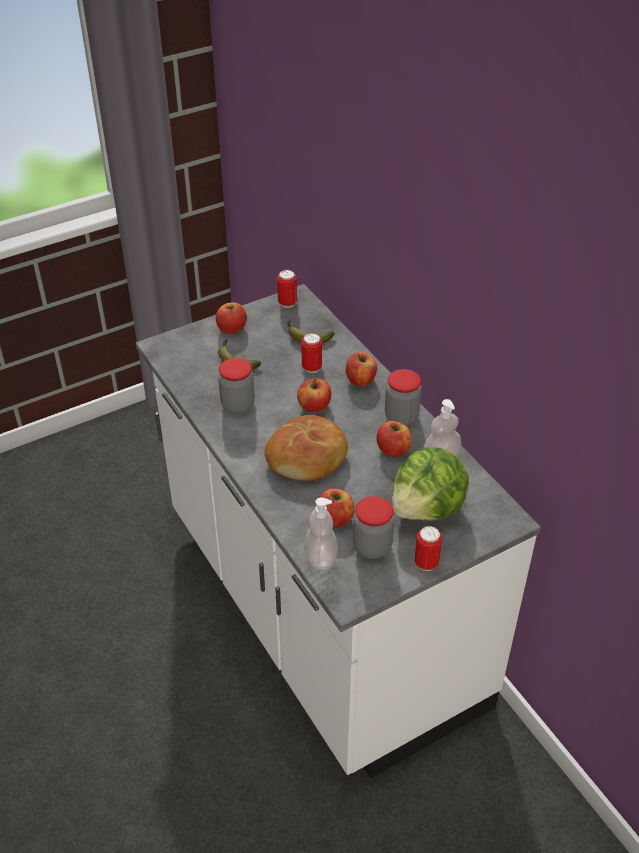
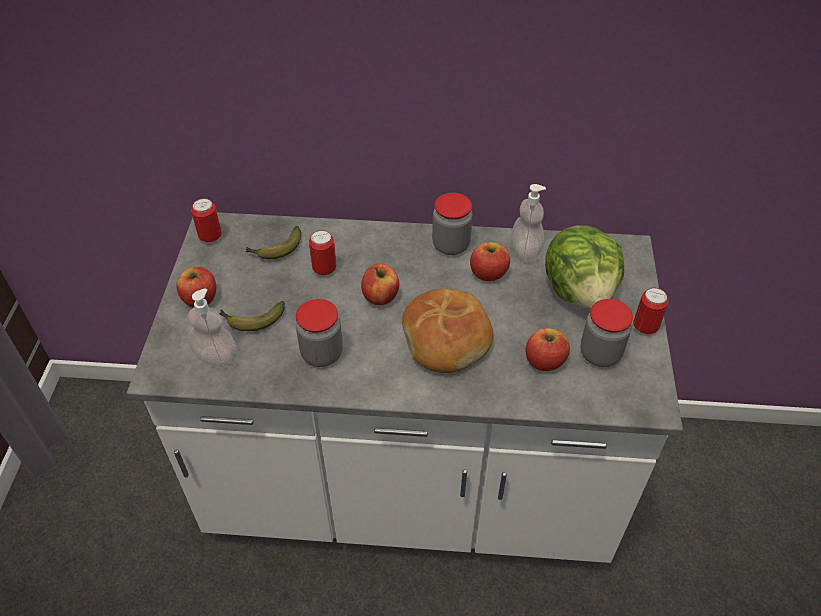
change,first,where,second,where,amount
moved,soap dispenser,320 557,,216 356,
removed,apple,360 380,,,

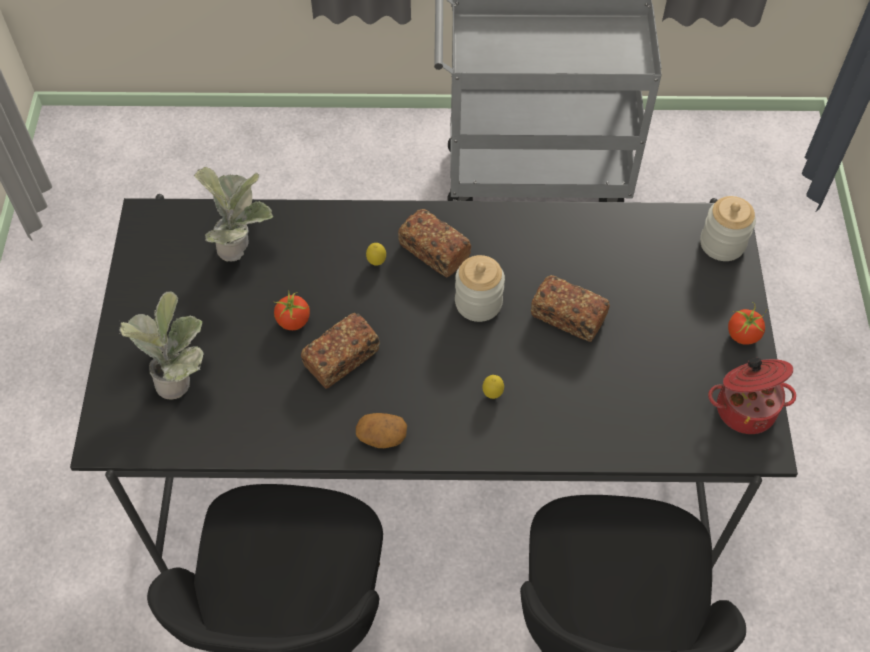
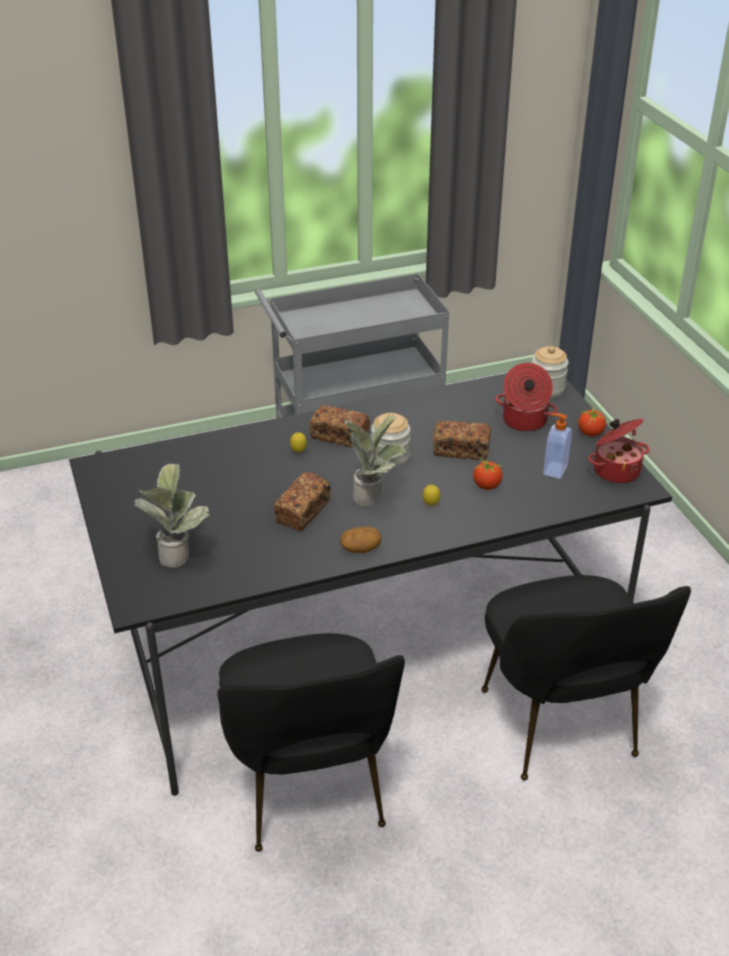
change,first,where,second,where,amount
moved,potted plant,242 248,,373 495,
moved,tomato,293 321,,487 485,
added,,,cooking pot,524 421,
added,,,soap dispenser,554 470,

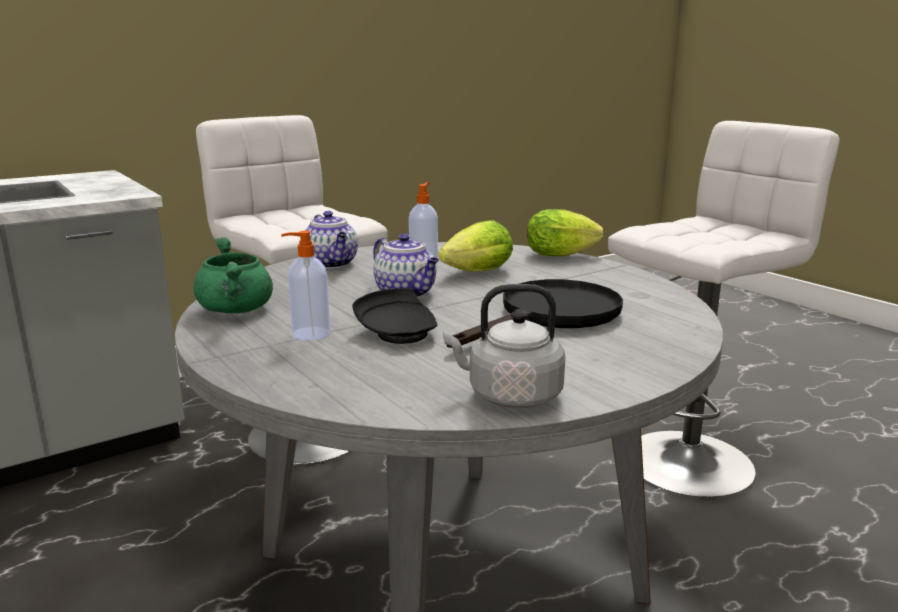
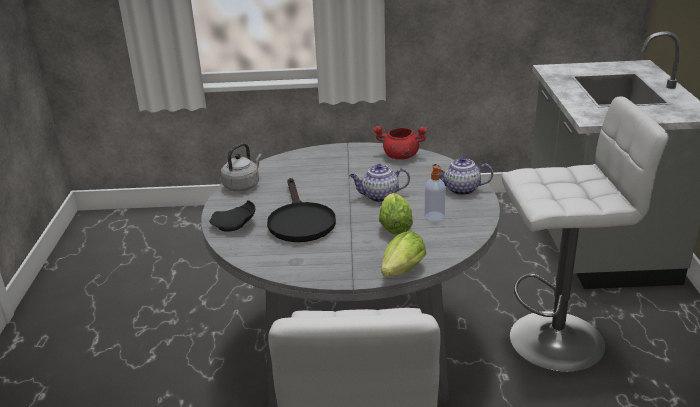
change,first,where,second,where,amount
recoloured,cooking pot (green),237 310,cooking pot (red),400 156,
removed,soap dispenser,309 334,,,
moved,plate (black),399 332,,235 225,

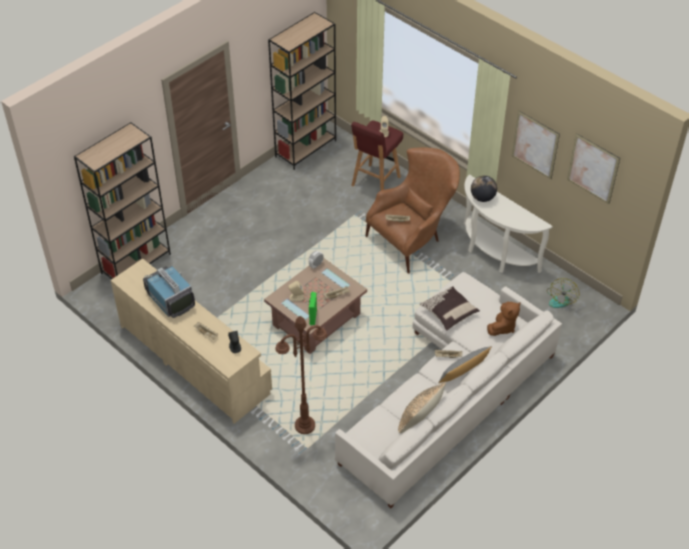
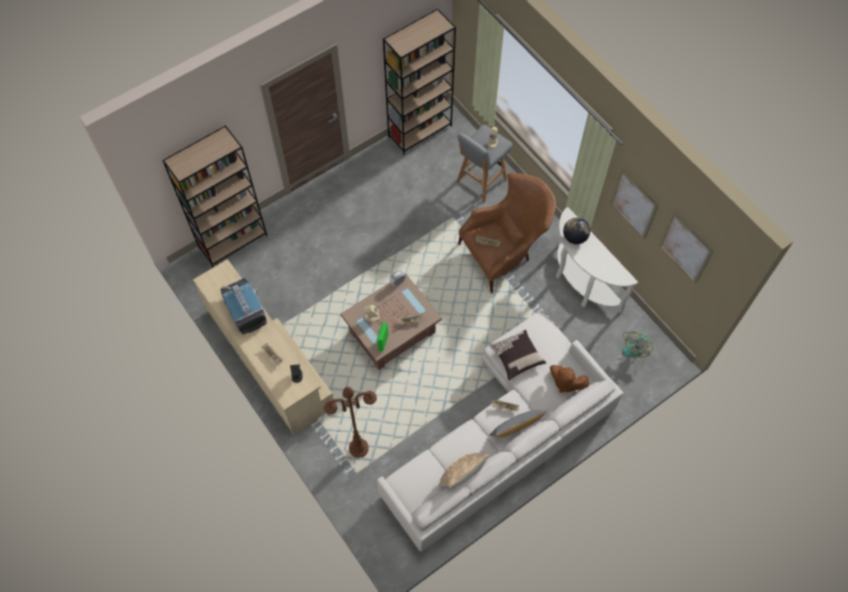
change,first,where,second,where,amount
recoloured,stool (red),375 182,stool (grey),480 181,
turned,plush toy (brown),502 327,,565 382,75 degrees clockwise

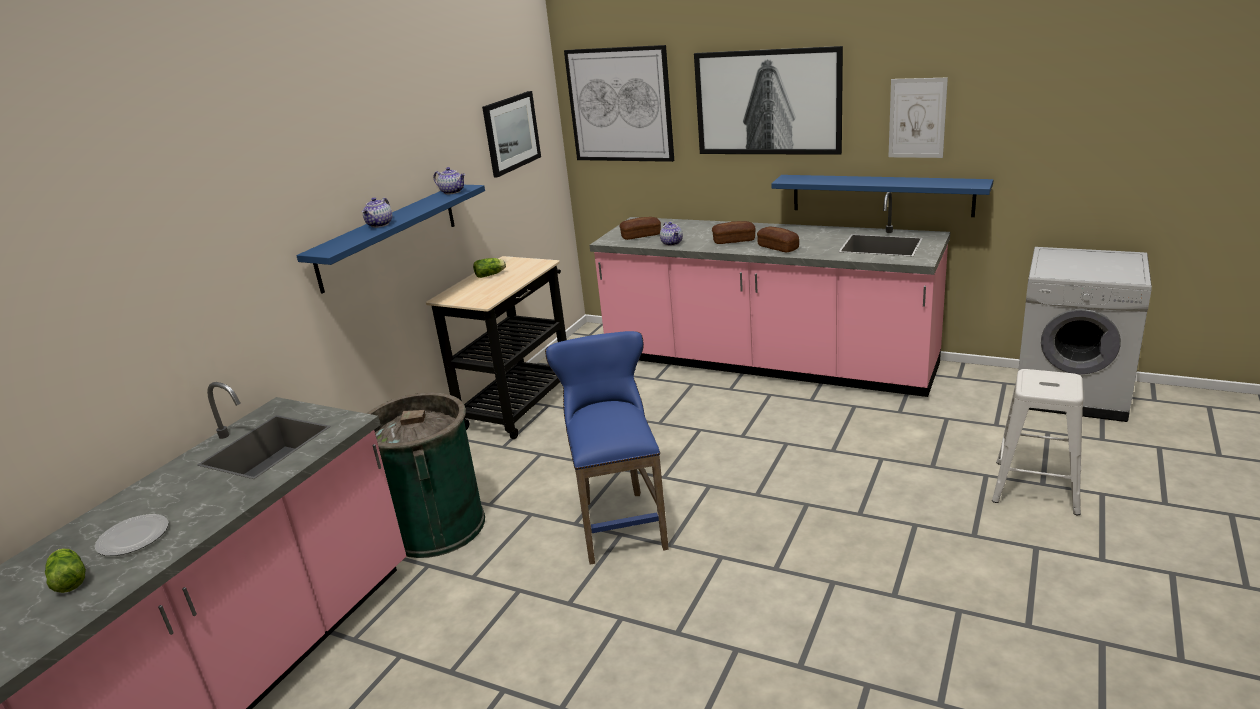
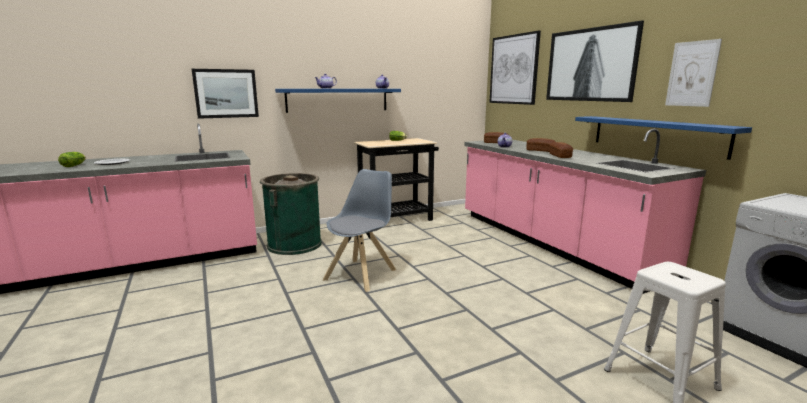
change,first,where,second,where,amount
moved,picture,511 133,,226 93,
replaced,stool (blue),619 521,chair (grey),362 274,

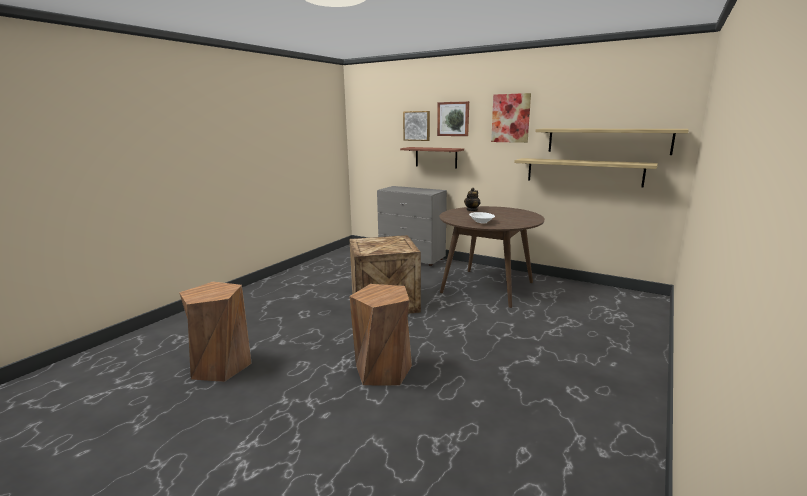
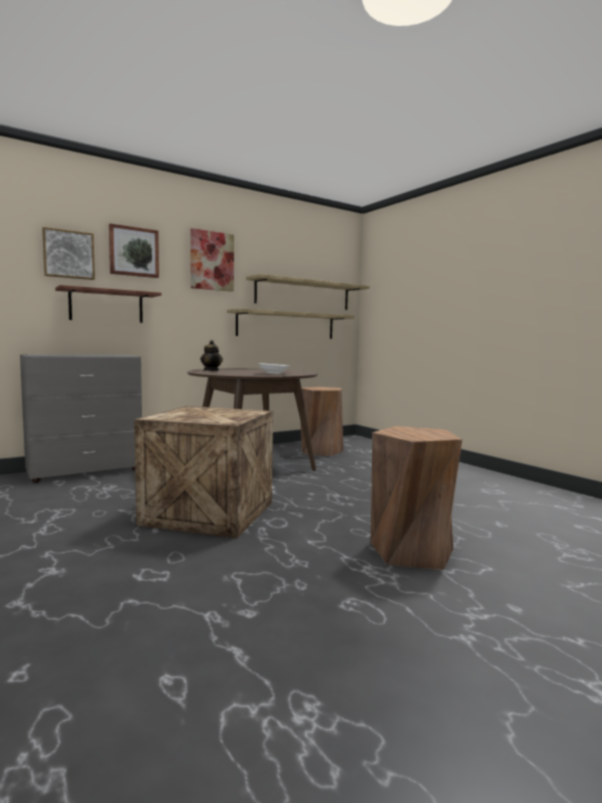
change,first,where,second,where,amount
moved,stool (brown),221 366,,320 451,

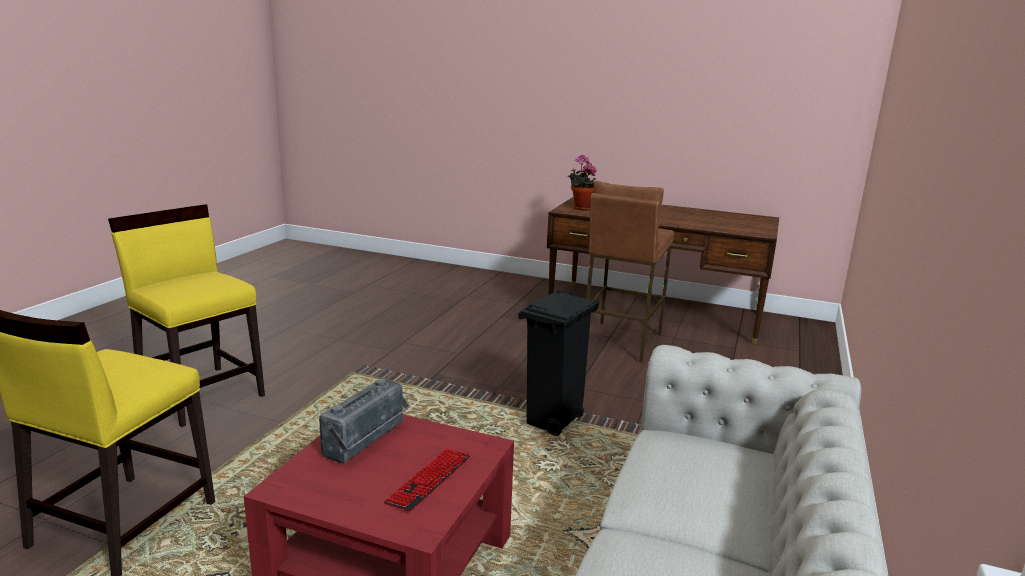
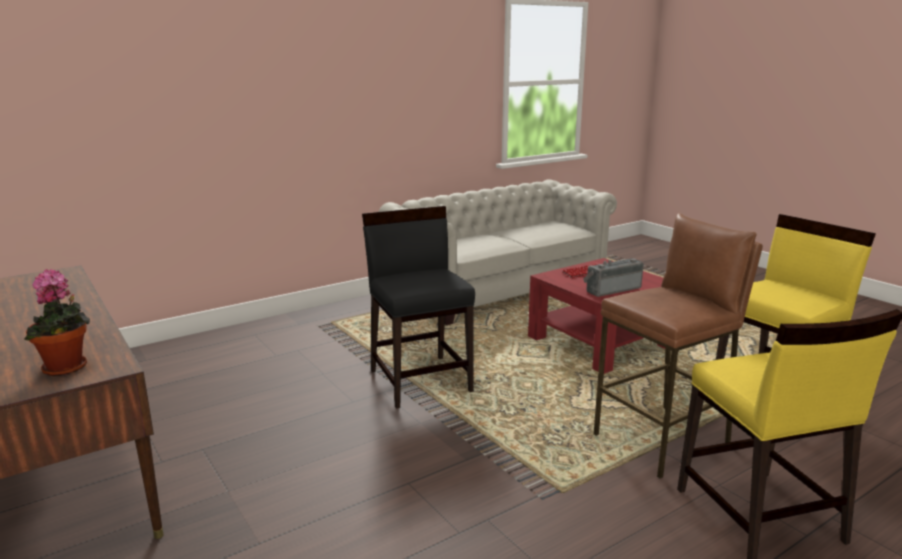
change,first,where,second,where,amount
replaced,trash can (black),552 422,chair (black),420 380,
moved,stool (brown),620 341,,663 439,

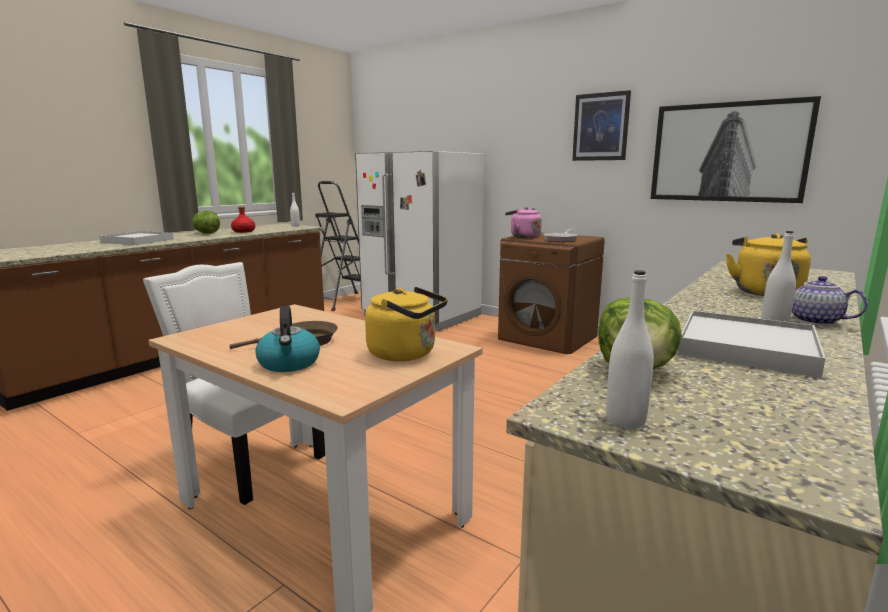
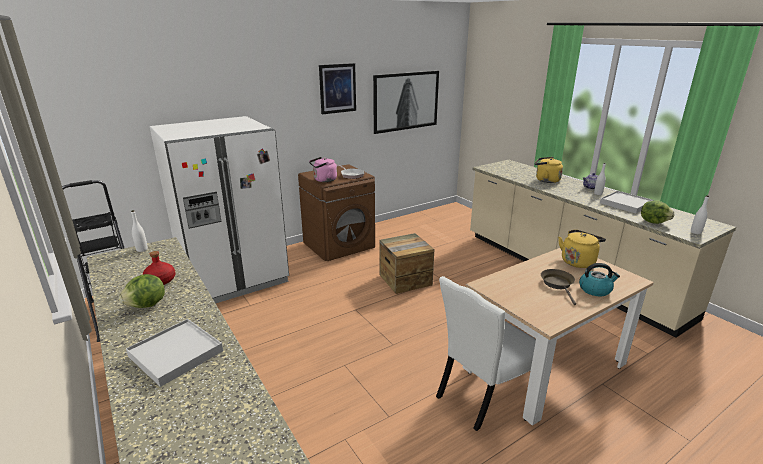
change,first,where,second,where,amount
added,,,crate,405 279,

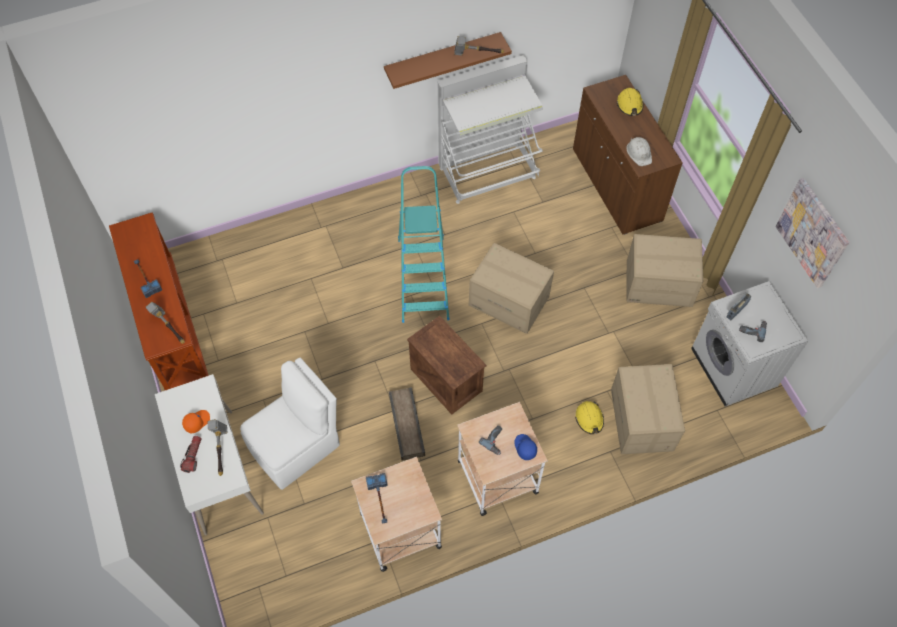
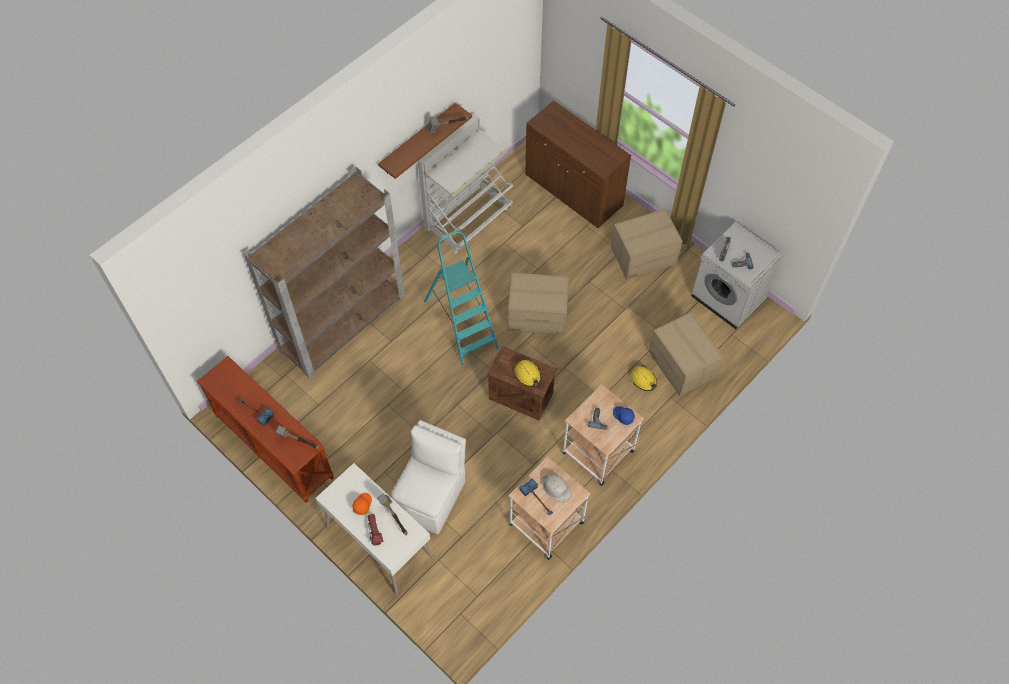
change,first,where,second,where,amount
removed,crate,405 426,,,
moved,hard hat (yellow),629 105,,528 375,
moved,hard hat (white),639 153,,556 488,
removed,picture,812 233,,,
added,,,bookcase (brown),343 323,

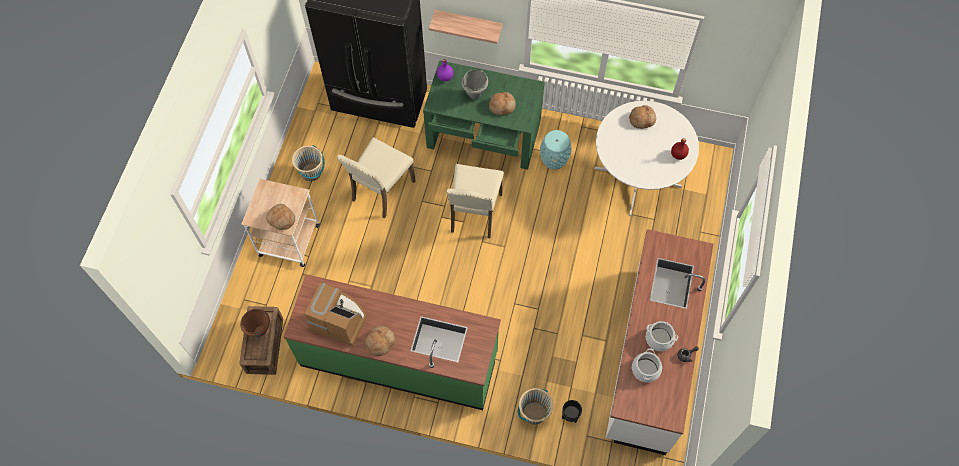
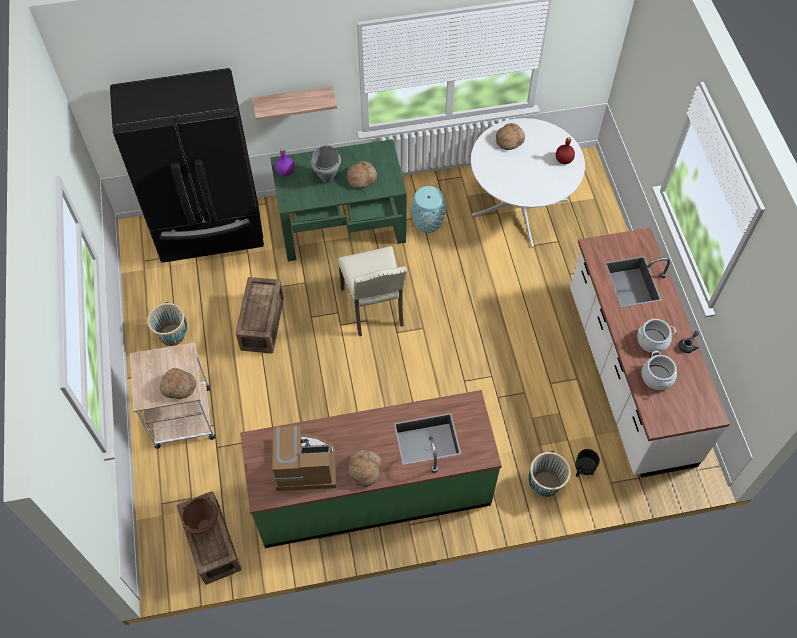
change,first,where,second,where,amount
replaced,chair (beige),381 191,crate,261 324,

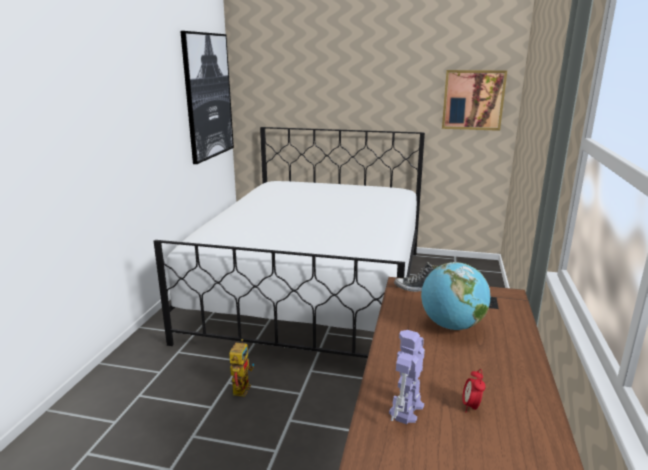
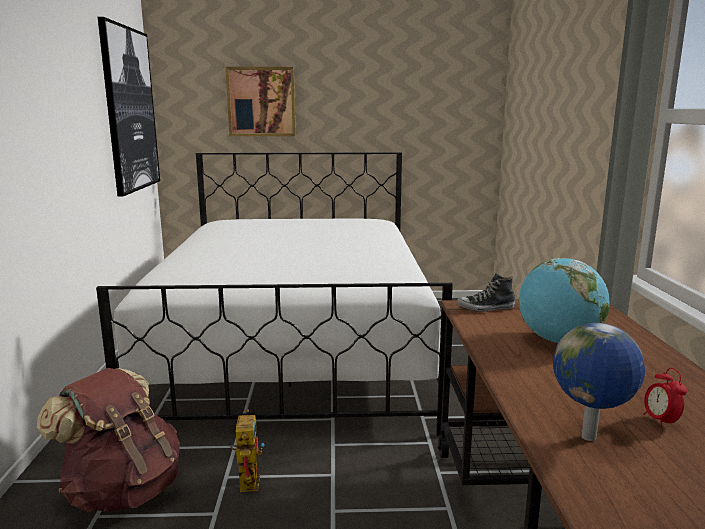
change,first,where,second,where,amount
replaced,toy robot,406 410,globe,590 438,
moved,picture,473 100,,261 102,
added,,,backpack (brown),123 490,

